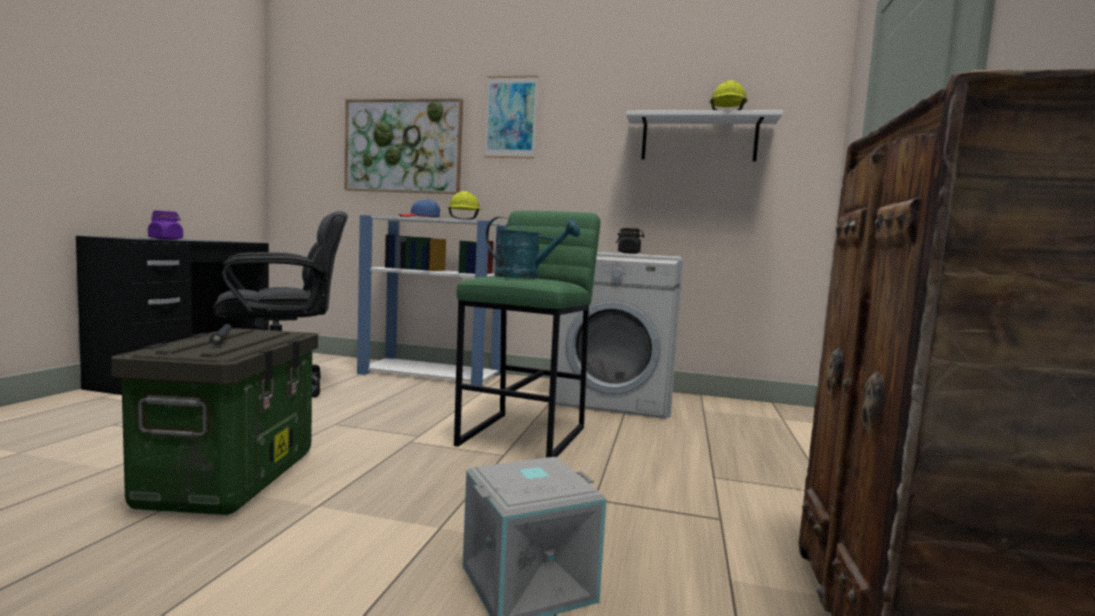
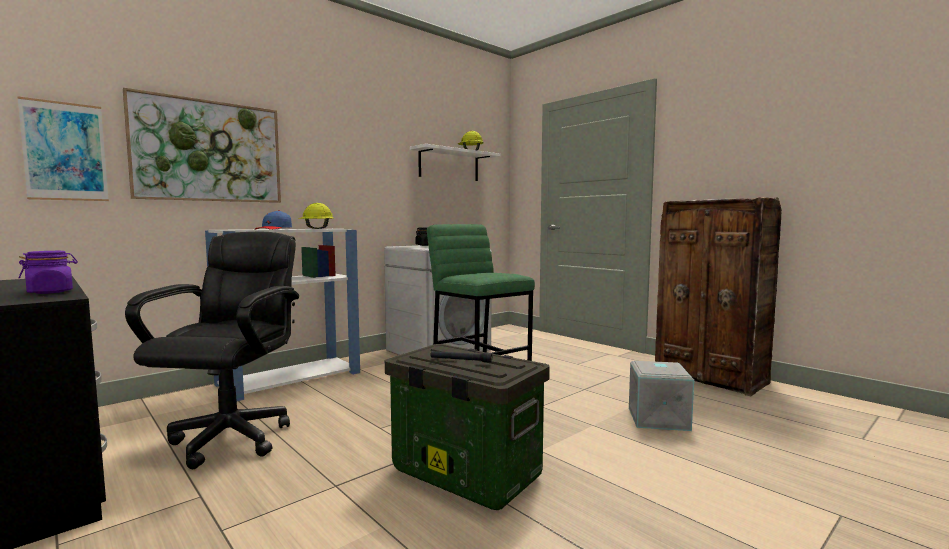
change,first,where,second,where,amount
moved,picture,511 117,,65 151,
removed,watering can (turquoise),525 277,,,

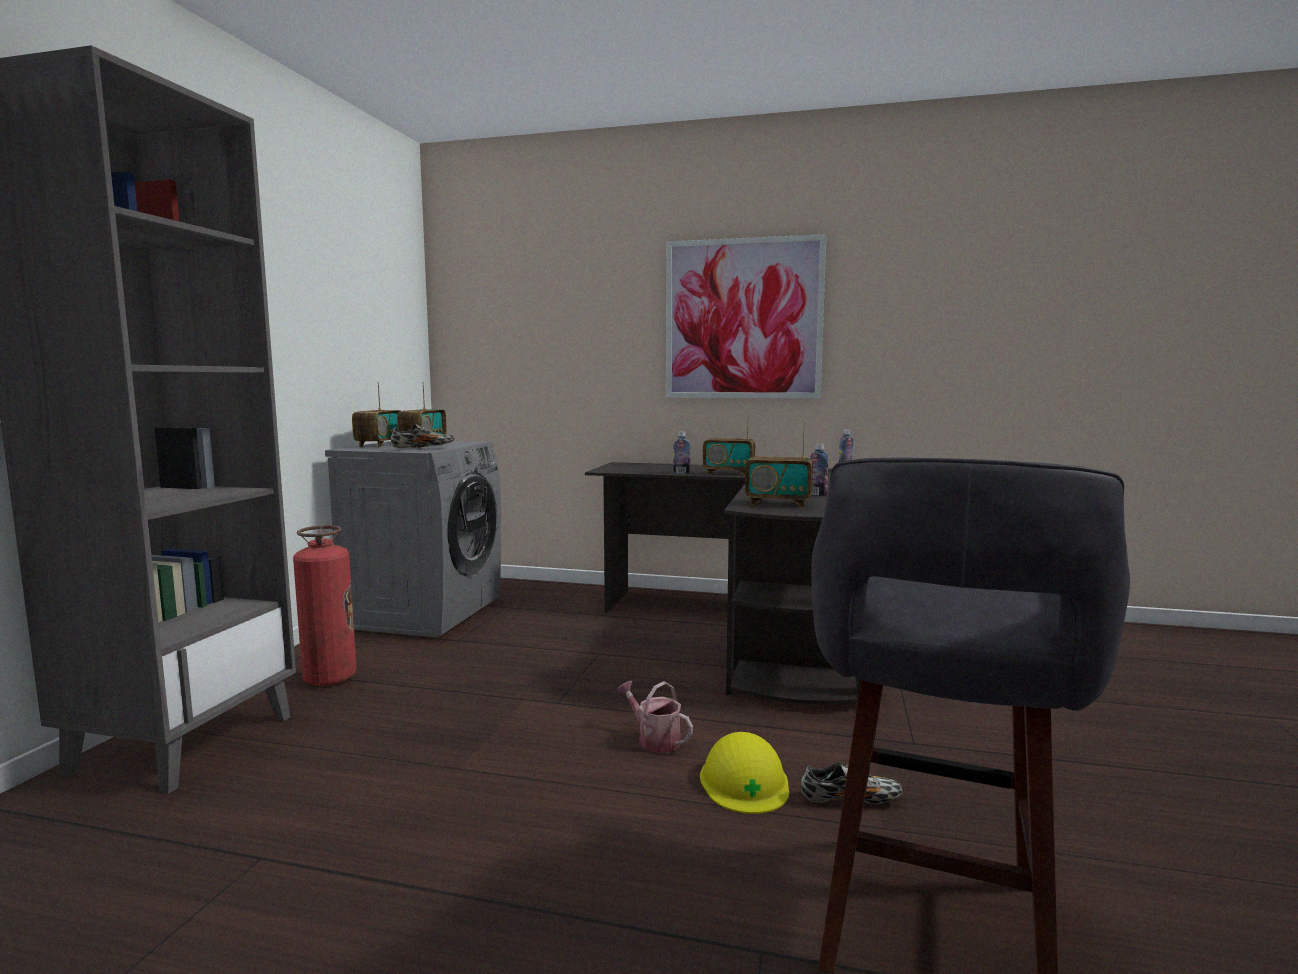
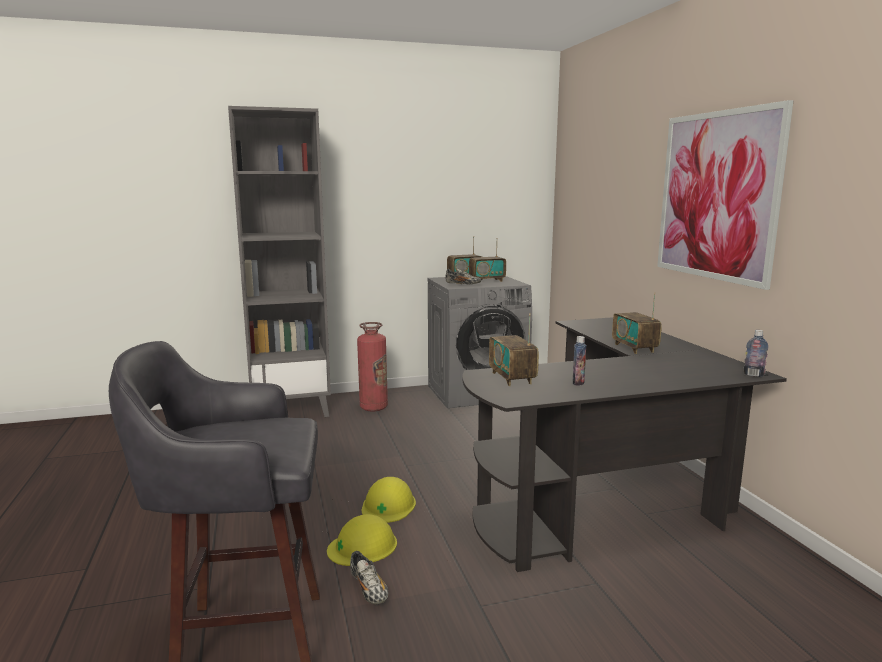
change,first,where,second,where,amount
replaced,watering can,654 739,hard hat (yellow),388 505,
removed,bottle,681 473,,,

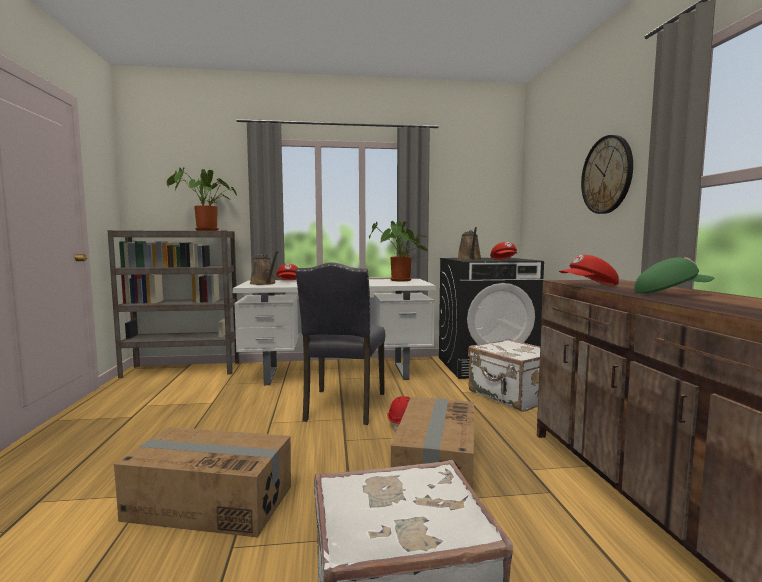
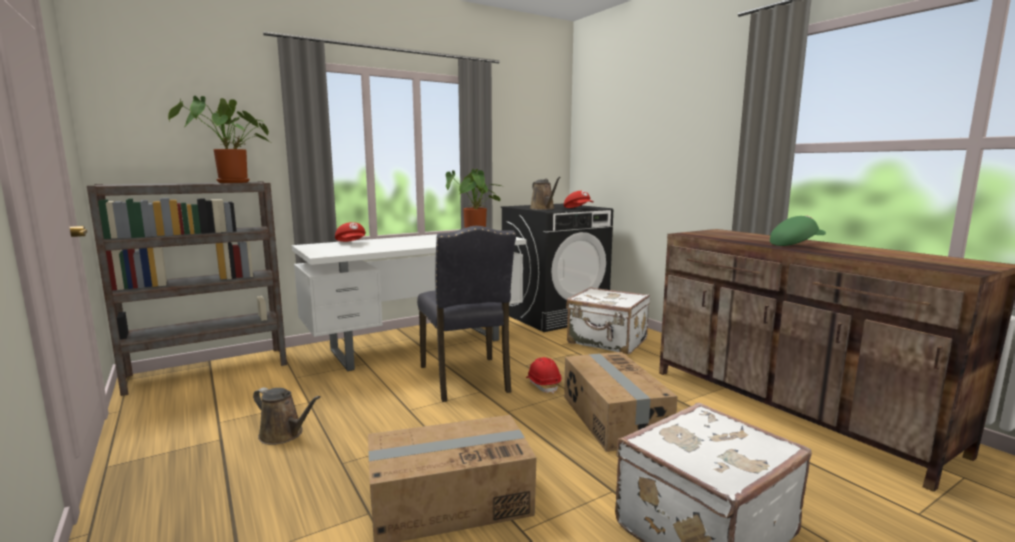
change,first,where,second,where,amount
moved,watering can (brown),264 283,,284 435,
removed,cap (red),589 285,,,
removed,wall clock,607 175,,,

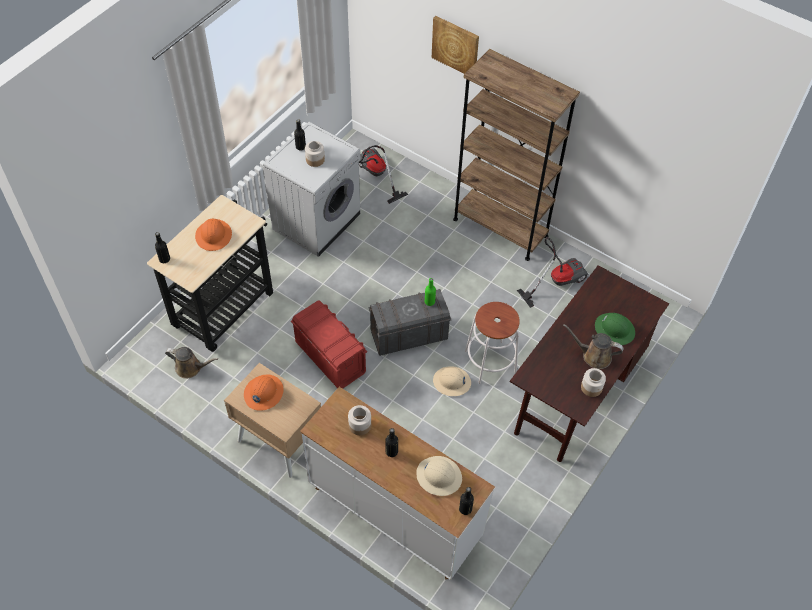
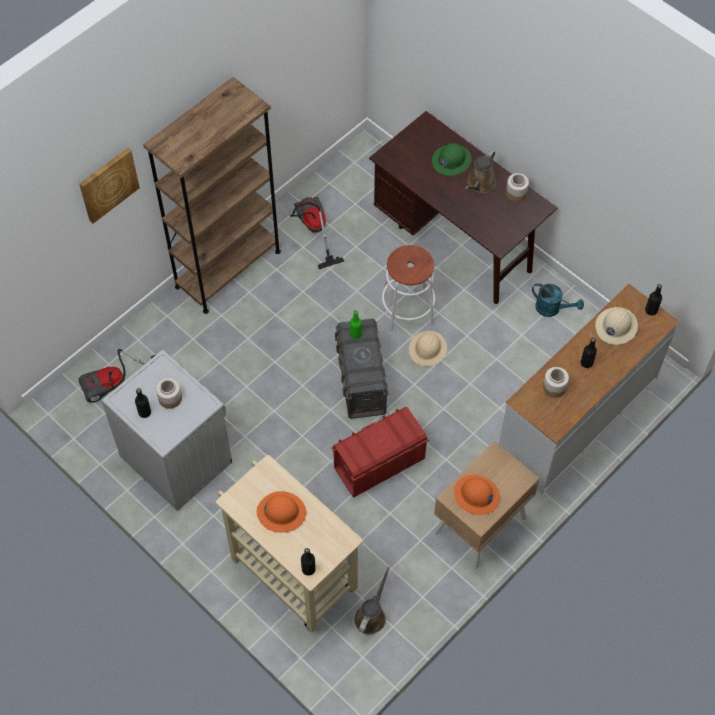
change,first,where,second,where,amount
recoloured,cart (black),225 309,cart (beige),292 573,
added,,,watering can (turquoise),552 308,

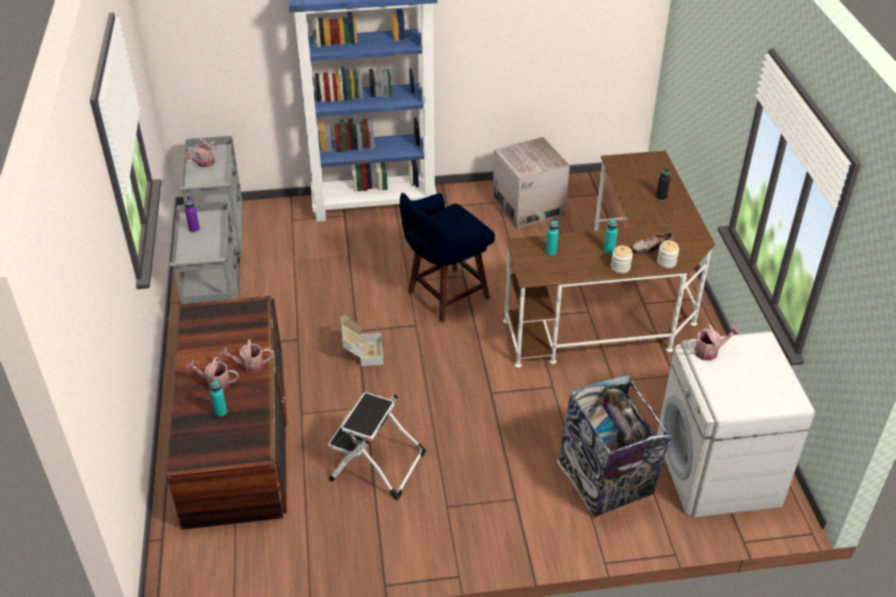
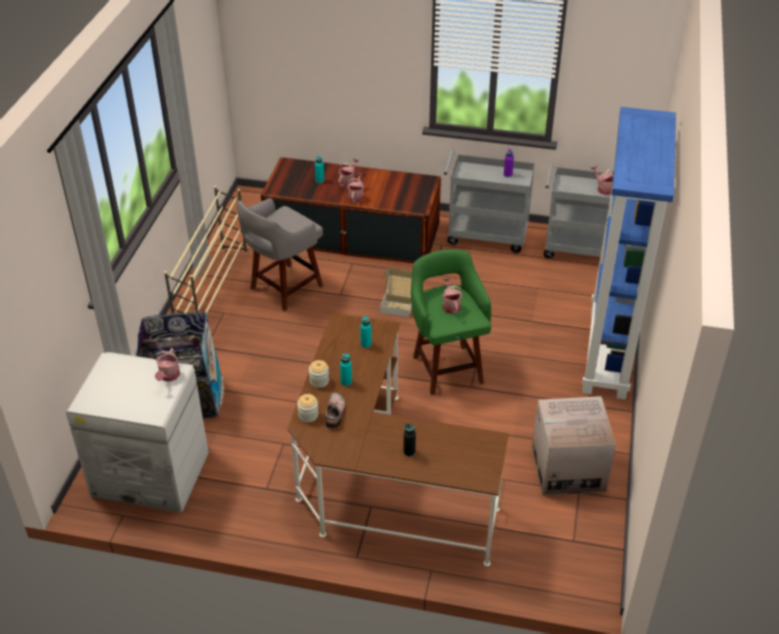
change,first,where,second,where,amount
replaced,step ladder,376 462,stool (grey),284 289,
recoloured,stool (blue),445 296,stool (green),447 367,
added,,,shoe rack (beige),213 292,
added,,,watering can,450 305,

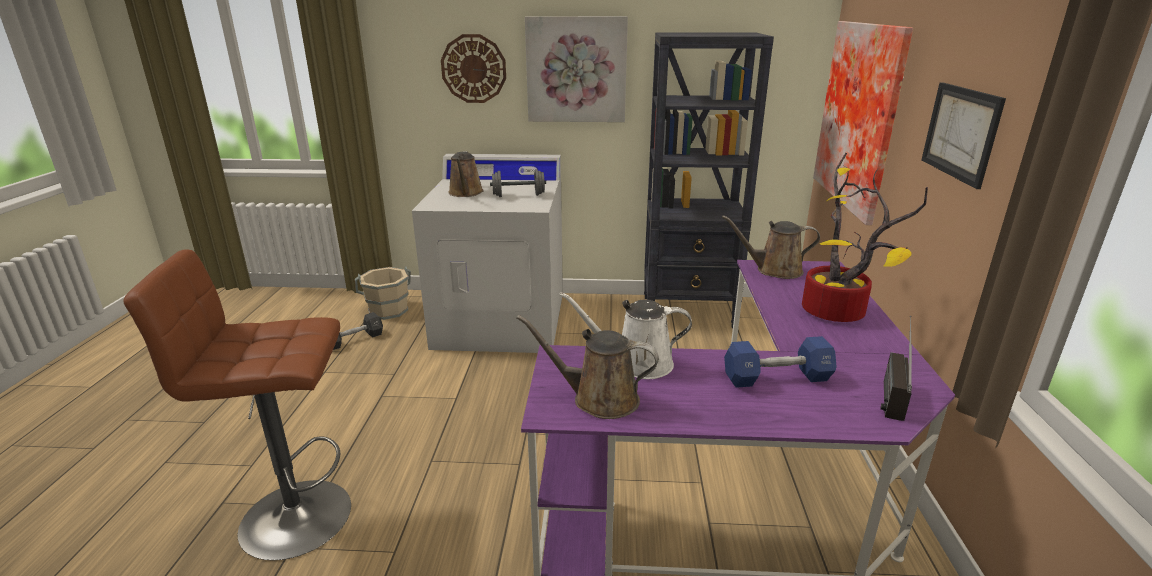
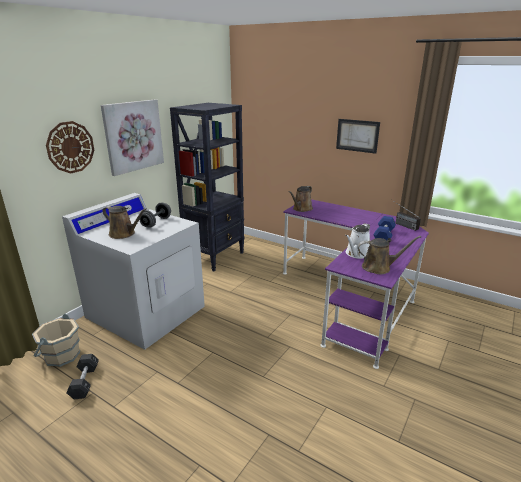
change,first,where,second,where,amount
removed,stool (brown),295 517,,,
turned,watering can (brown),599 399,,379 267,135 degrees counterclockwise
removed,potted plant,838 313,,,
removed,picture,863 116,,,

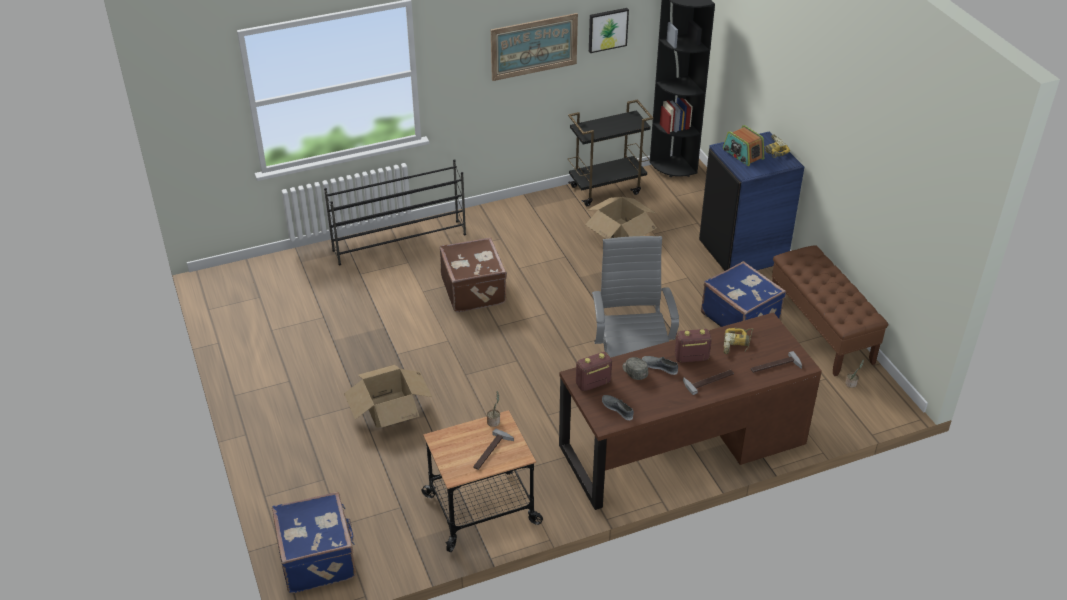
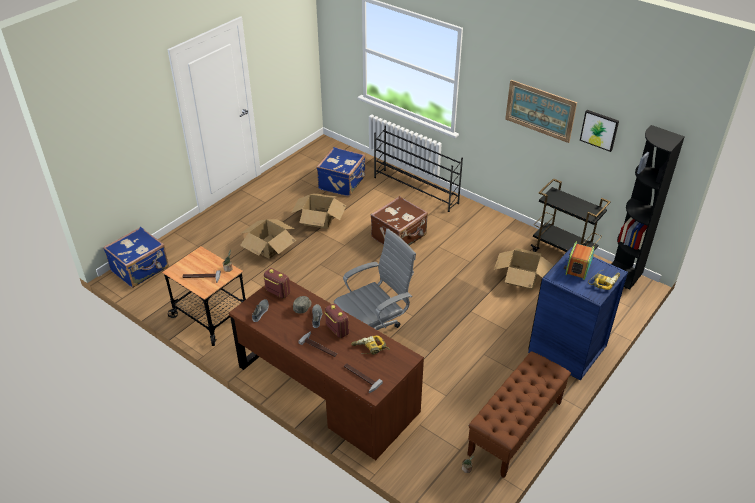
change,first,where,second,where,amount
moved,suitcase (blue),740 317,,343 183,
added,,,cardboard box,319 219,

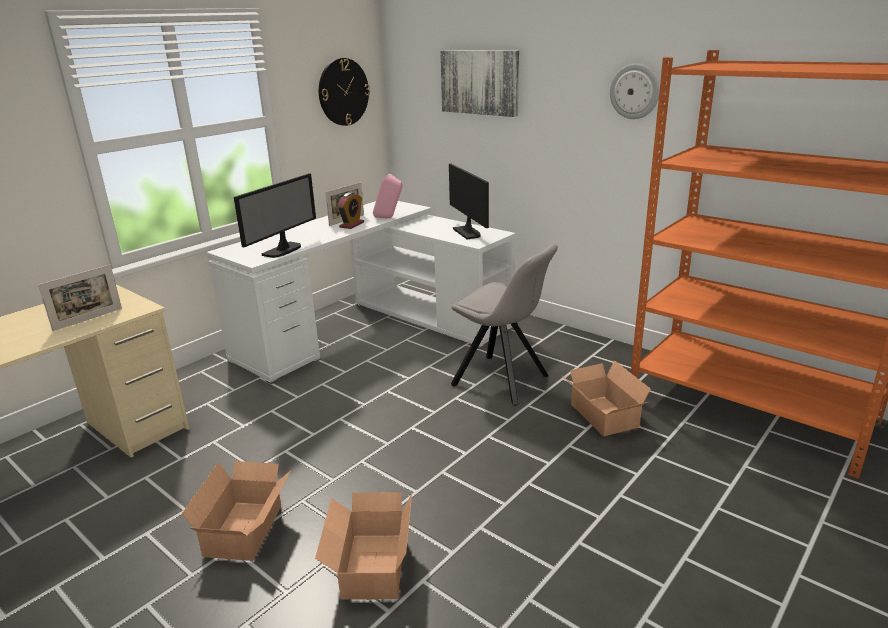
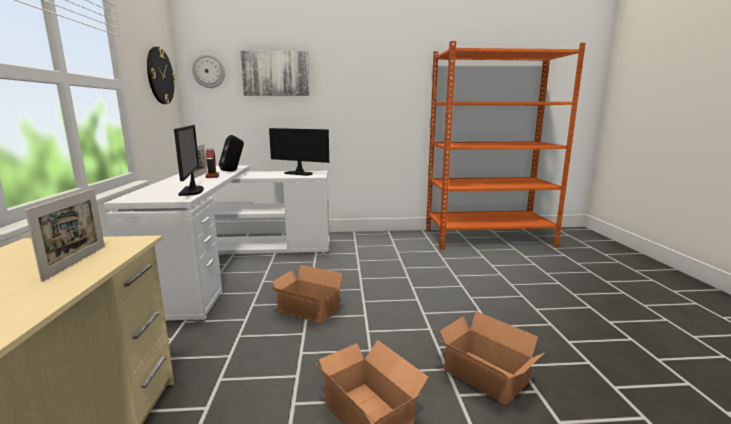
change,first,where,second,where,amount
recoloured,speaker (pink),389 218,speaker (black),233 171,
removed,chair (grey),501 380,,,
moved,cardboard box,602 417,,309 311,
moved,wall clock,635 91,,209 71,

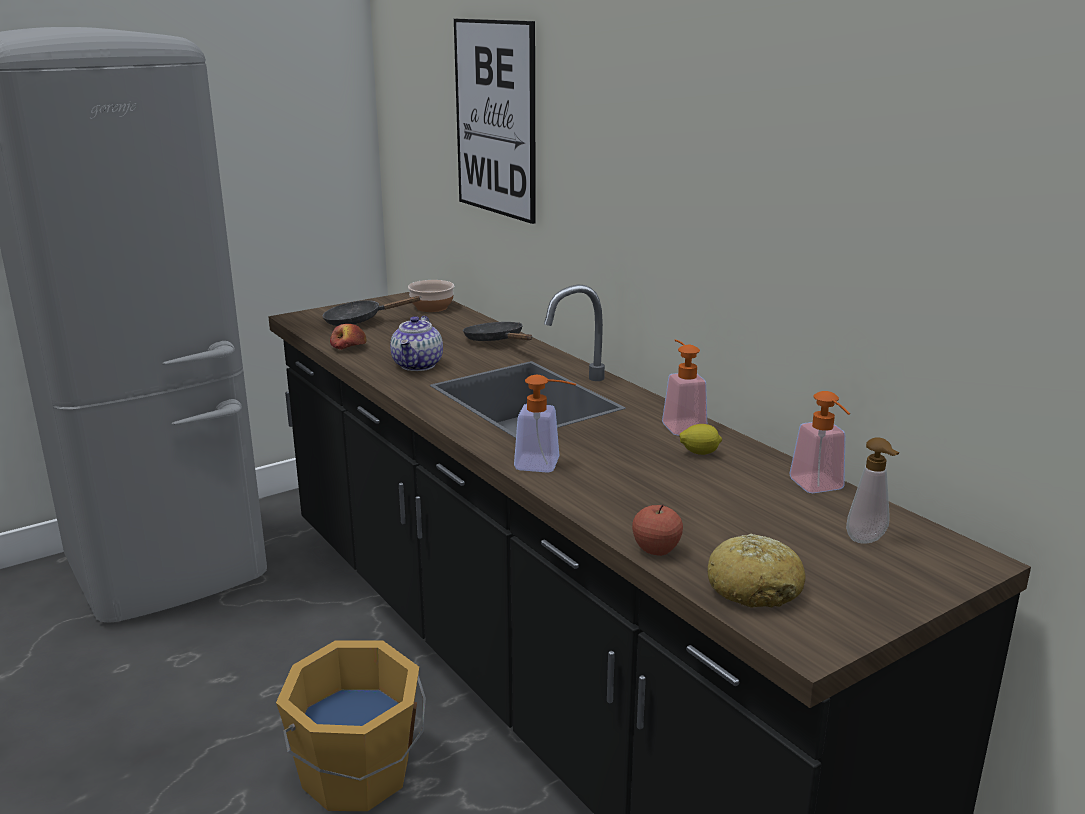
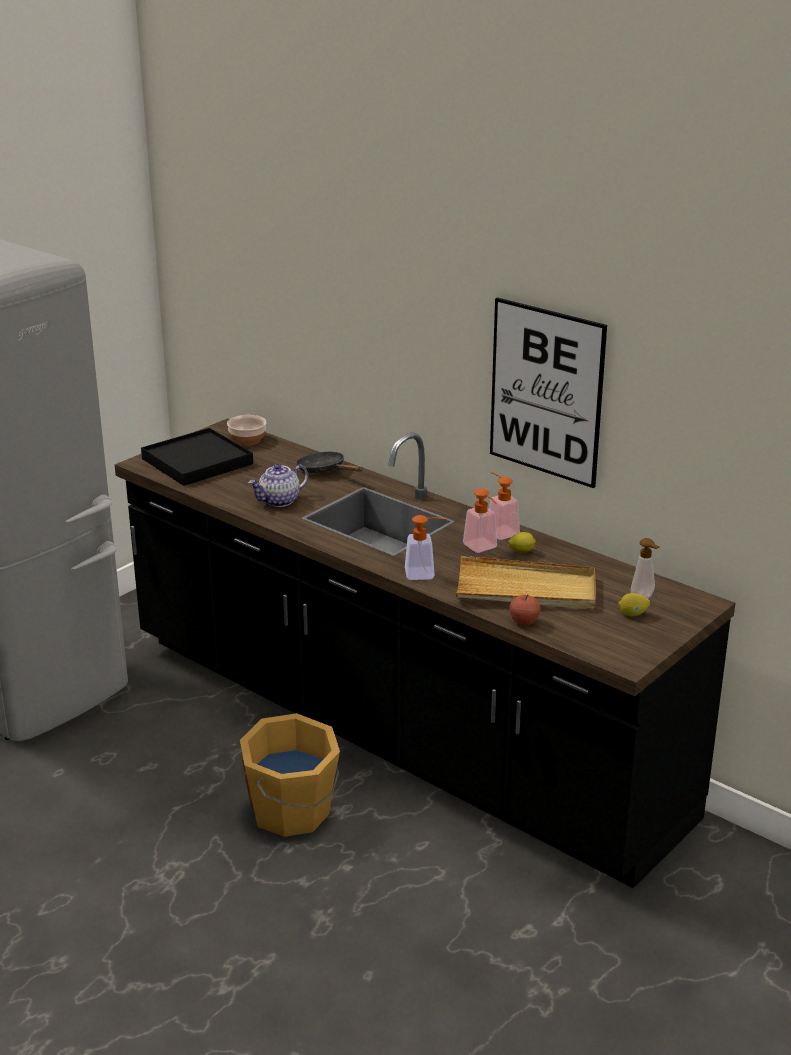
change,first,where,second,where,amount
replaced,frying pan (black),359 321,tray (black),197 461,
removed,apple,349 348,,,
turned,teapot,418 365,,279 501,60 degrees clockwise
moved,picture,495 119,,546 392,
removed,bread,754 588,,,
moved,soap dispenser,821 488,,483 548,
added,,,tray (beige),526 589,
added,,,lemon,633 614,

